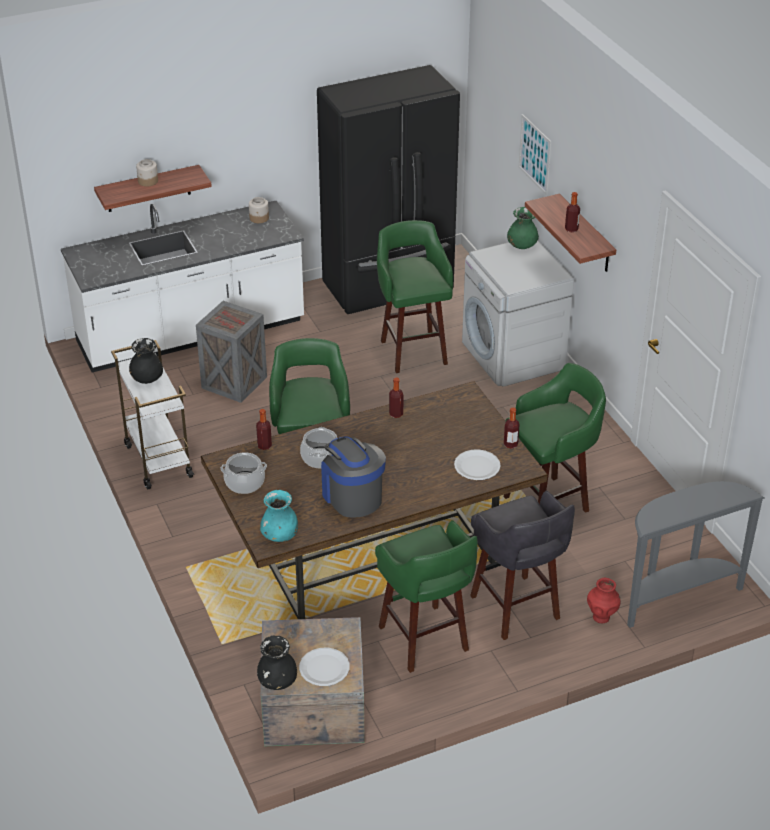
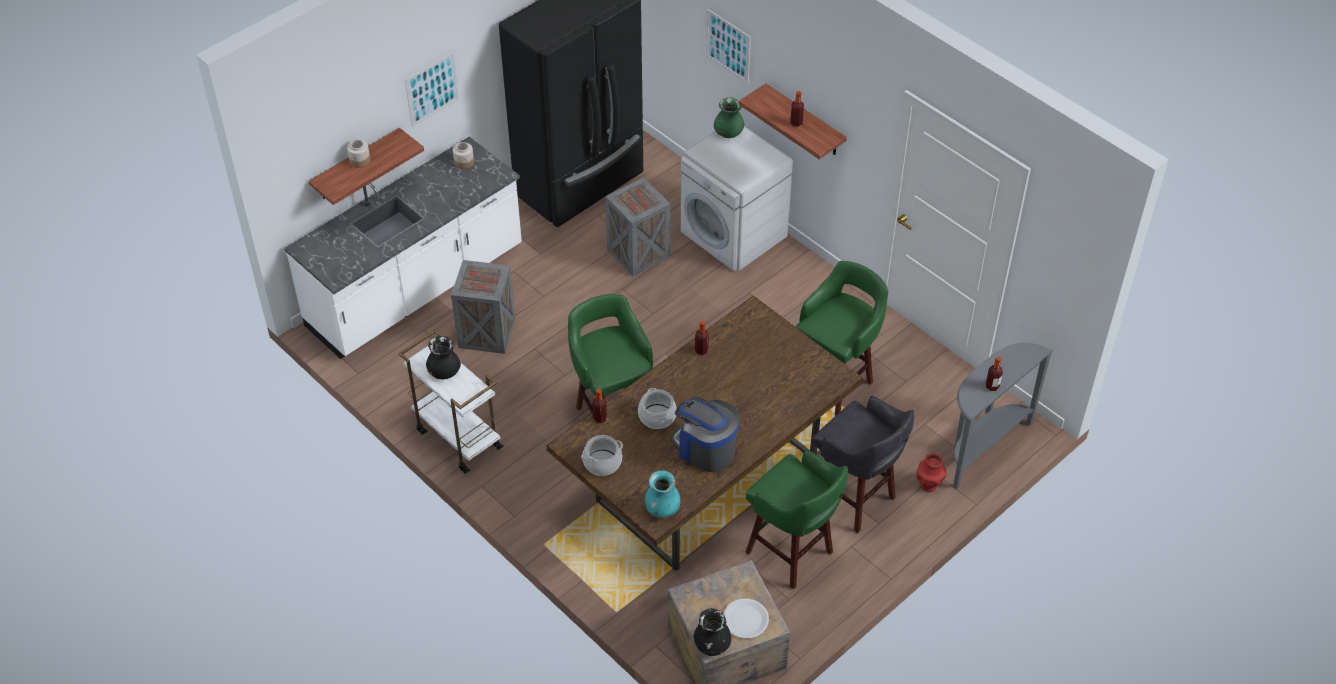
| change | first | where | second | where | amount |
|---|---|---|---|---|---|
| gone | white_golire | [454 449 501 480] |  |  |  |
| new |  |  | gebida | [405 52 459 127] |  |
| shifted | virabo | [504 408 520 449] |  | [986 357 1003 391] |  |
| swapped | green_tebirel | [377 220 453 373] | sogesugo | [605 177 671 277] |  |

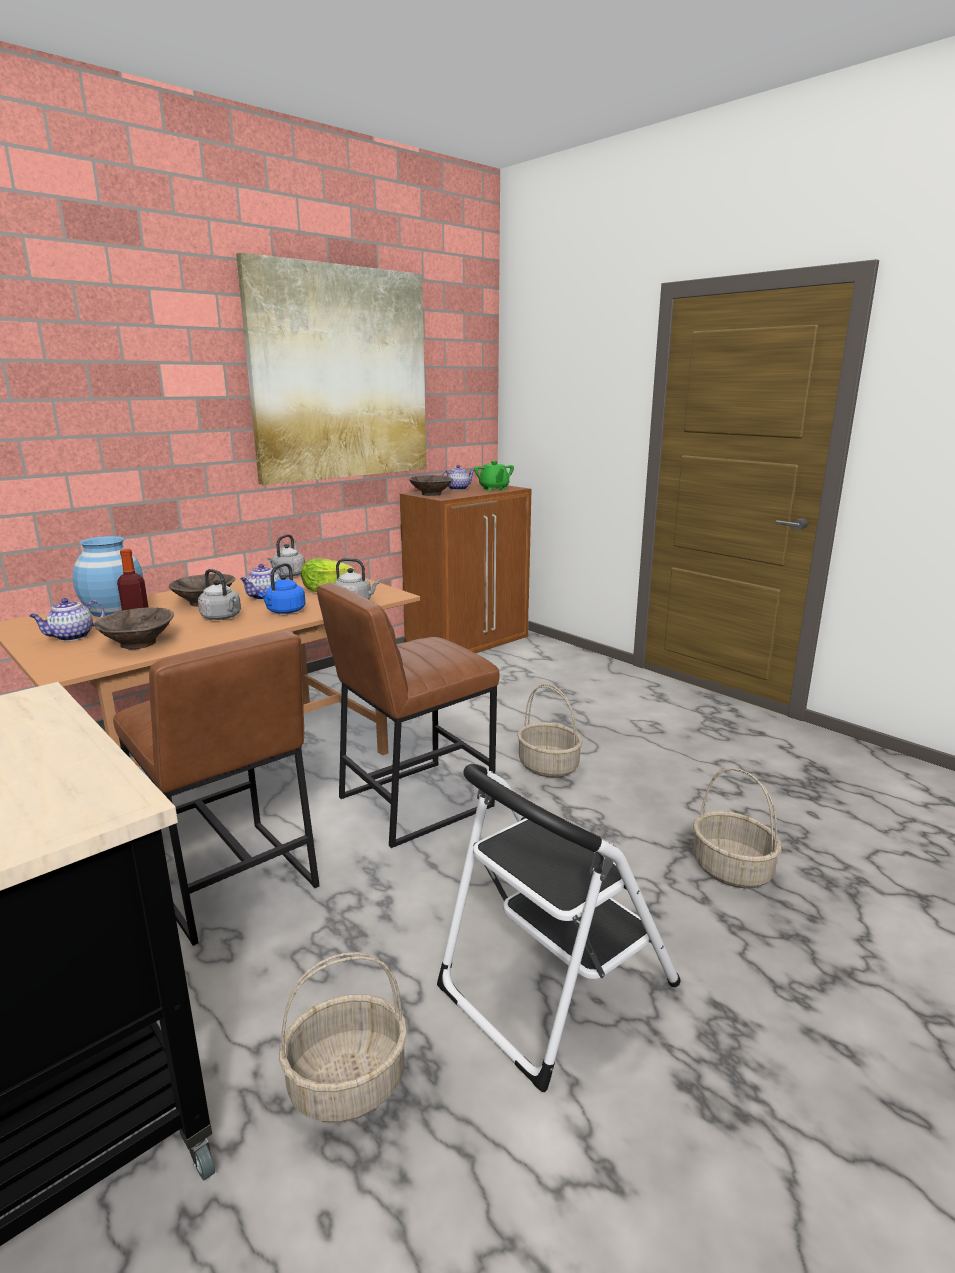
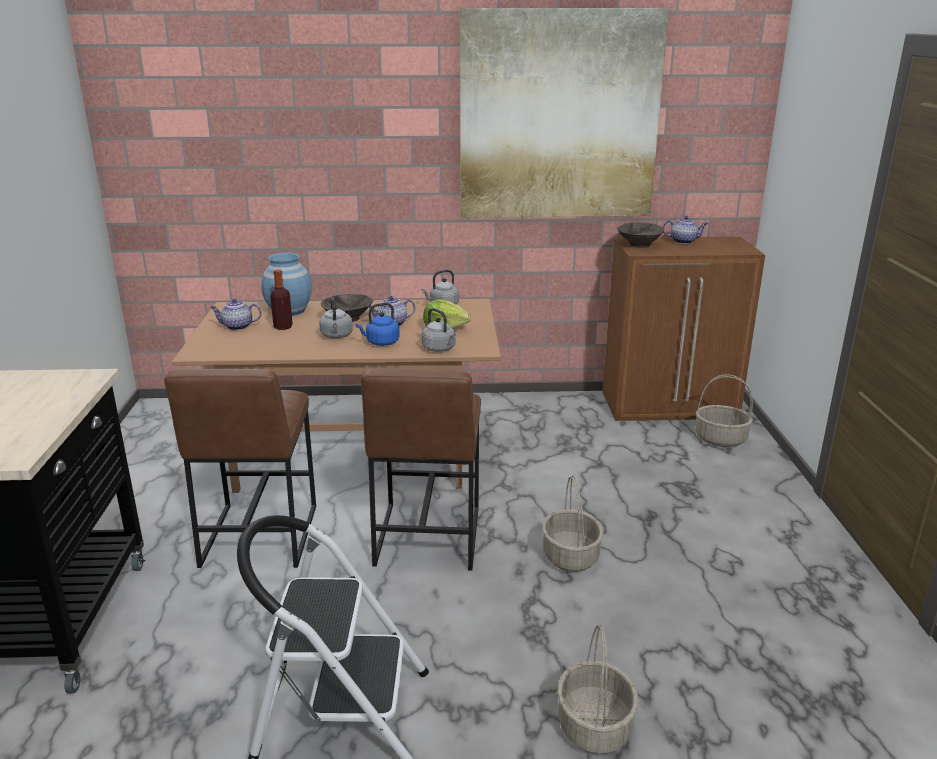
| change | first | where | second | where | amount |
|---|---|---|---|---|---|
| gone | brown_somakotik | [94 607 174 649] |  |  |  |
| gone | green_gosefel | [474 461 514 491] |  |  |  |
| shifted | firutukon | [279 952 408 1123] |  | [695 374 753 447] |  |
| rotated | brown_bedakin | [317 583 500 848] |  | [361 369 481 571] | 90 degrees counterclockwise |

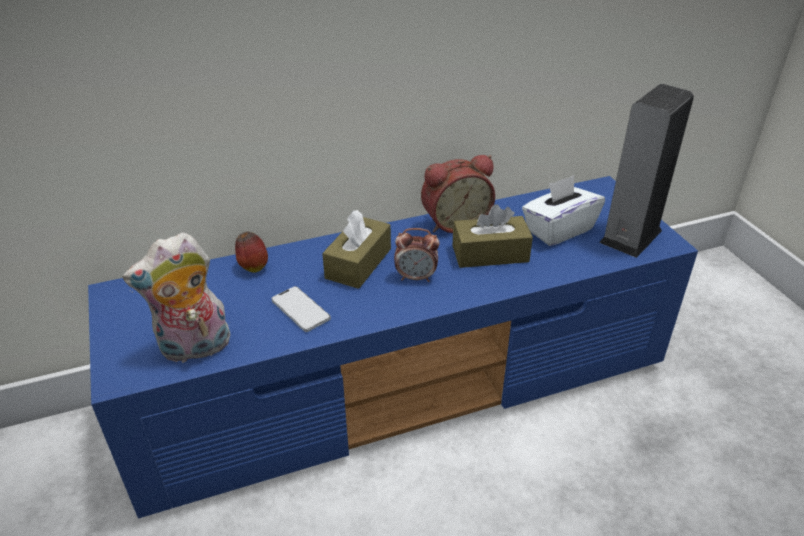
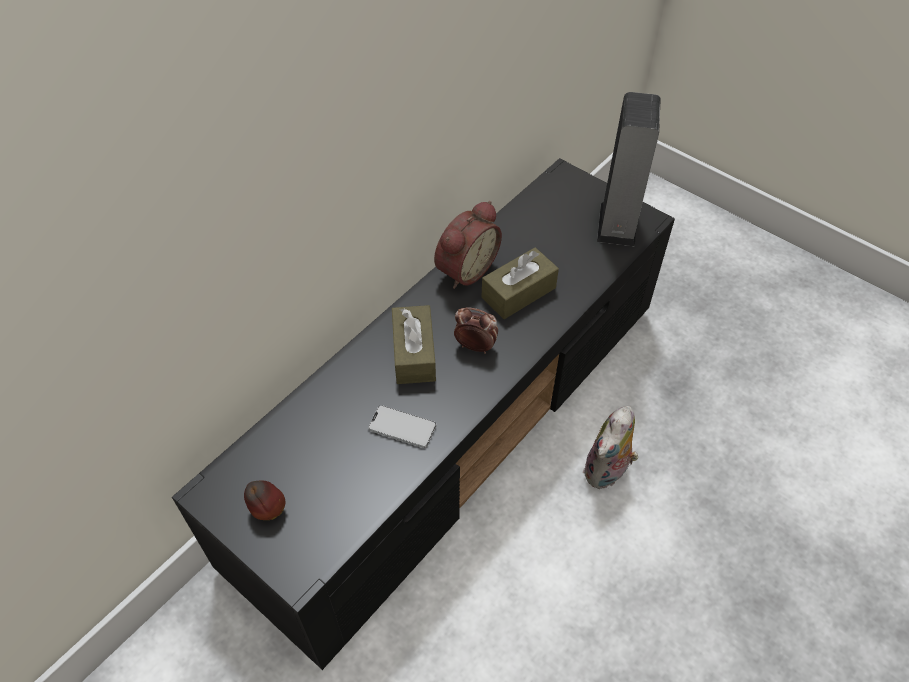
| change | first | where | second | where | amount |
|---|---|---|---|---|---|
| gone | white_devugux | [522 175 605 246] |  |  |  |
| shifted | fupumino | [122 232 230 364] |  | [583 406 638 489] |  |
| shifted | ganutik | [235 232 268 273] |  | [244 481 286 520] |  |
| repainted | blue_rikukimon | [88 176 698 519] | black_rikukimon | [172 158 675 670] |  |
| rotated | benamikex | [394 228 440 282] |  | [454 307 498 354] | 135 degrees counterclockwise |

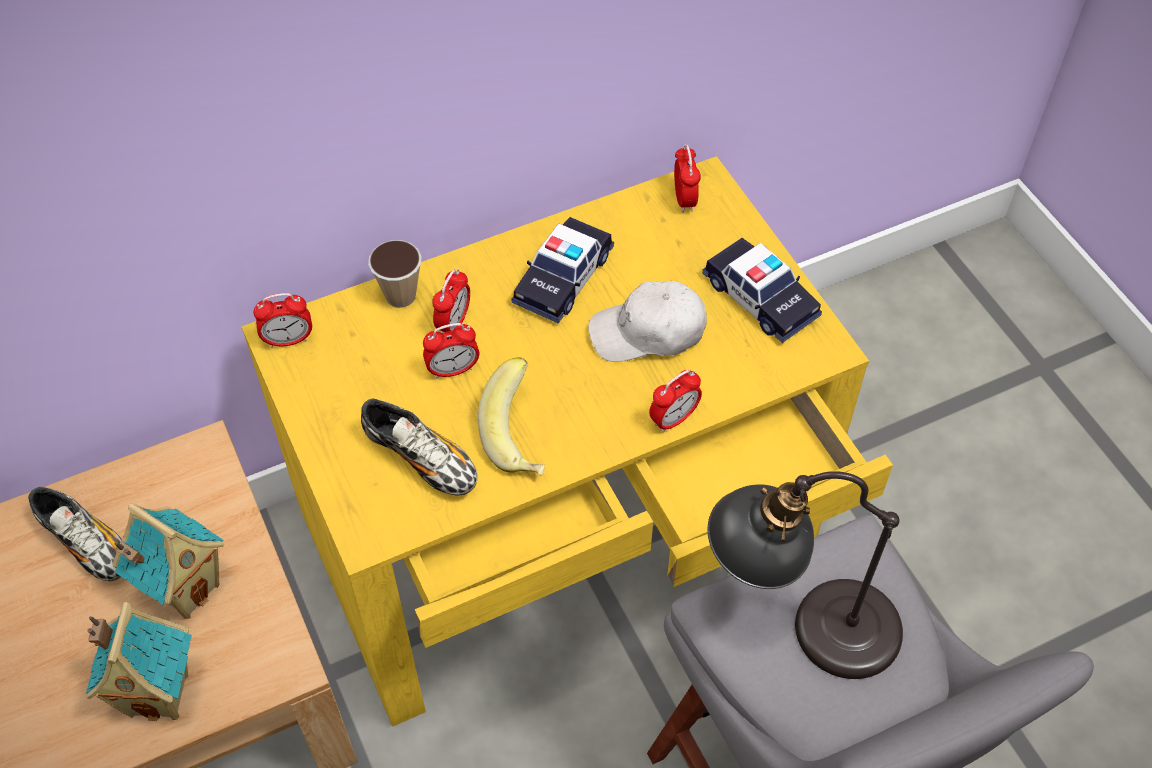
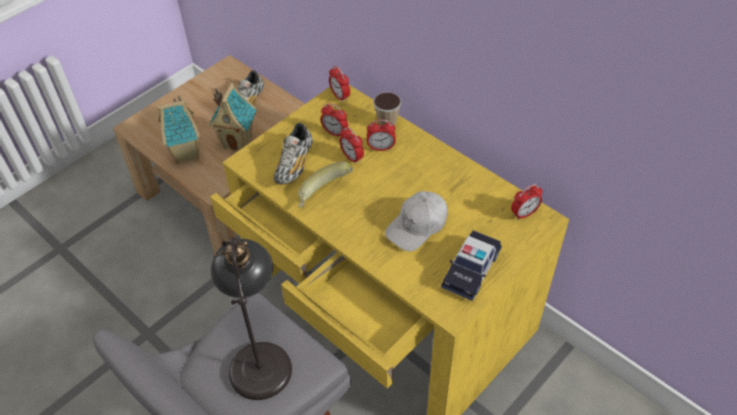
| change | first | where | second | where | amount |
|---|---|---|---|---|---|
| gone | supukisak | [512 217 614 324] |  |  |  |
| shifted | benamikex | [649 370 702 433] |  | [321 103 348 137] |  |
| rotated | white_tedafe | [588 281 707 362] |  | [385 191 448 251] | 105 degrees counterclockwise |

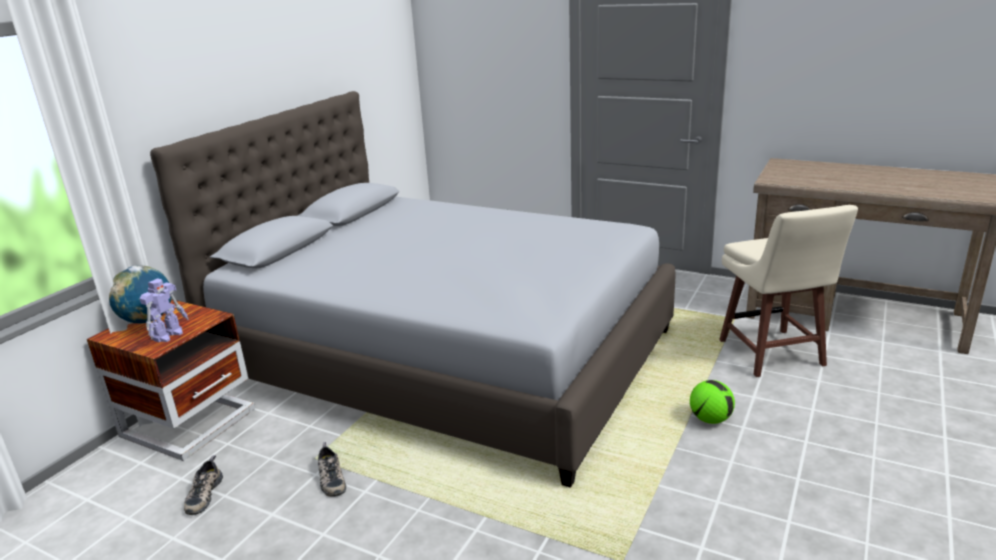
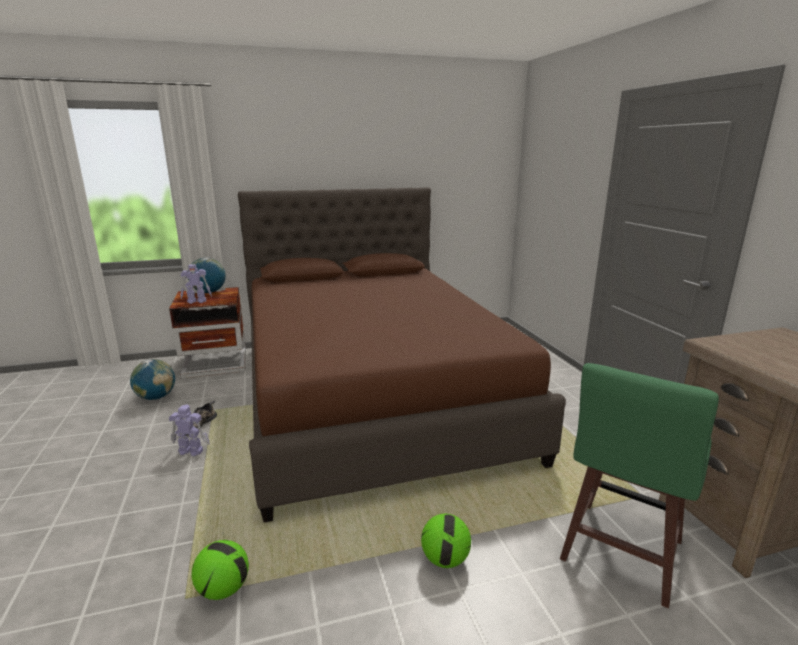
| change | first | where | second | where | amount |
|---|---|---|---|---|---|
| new |  |  | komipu | [169 405 210 456] |  |
| new |  |  | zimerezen | [192 540 249 600] |  |
| swapped | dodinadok | [184 455 223 515] | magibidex | [130 359 175 400] |  |
| repainted | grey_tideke | [150 91 676 488] | brown_tideke | [238 187 566 523] |  |
| repainted | beige_tebirel | [719 205 858 377] | green_tebirel | [560 363 719 609] |  |

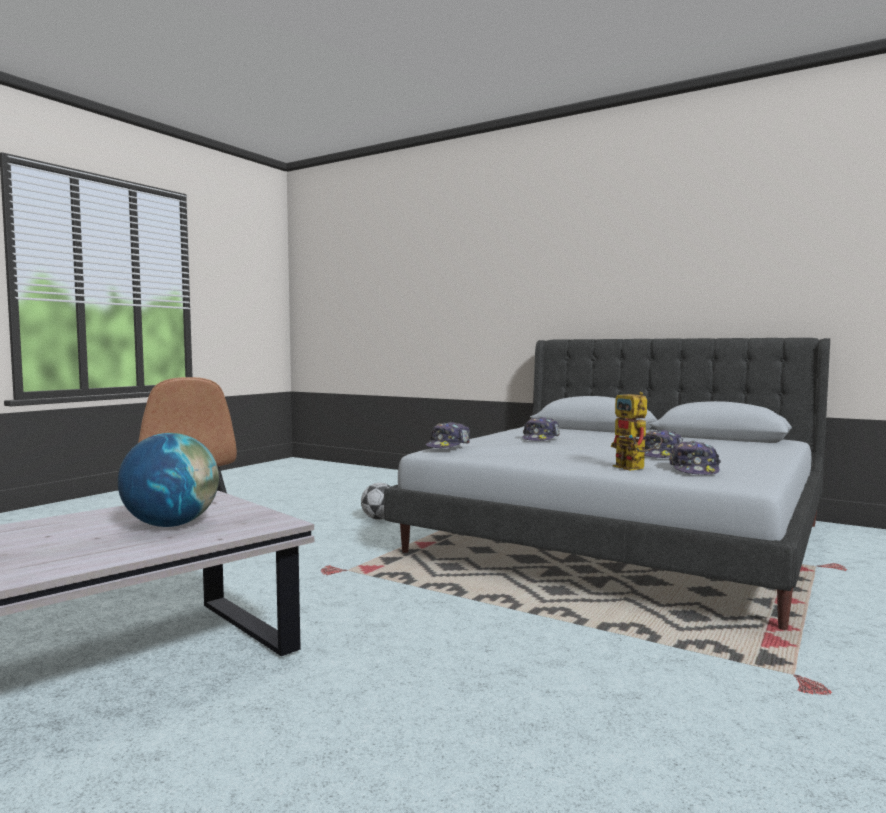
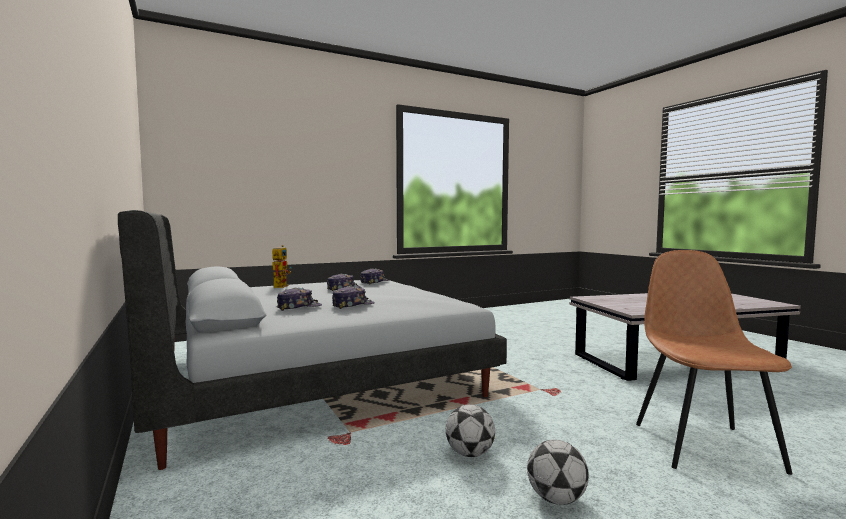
| change | first | where | second | where | amount |
|---|---|---|---|---|---|
| gone | magibidex | [118 433 219 527] |  |  |  |
| new |  |  | zimerezen | [527 440 589 505] |  |
| shifted | tedafe | [426 422 470 448] |  | [276 288 322 311] |  |
| shifted | komipu | [611 392 662 471] |  | [272 245 291 288] |  |

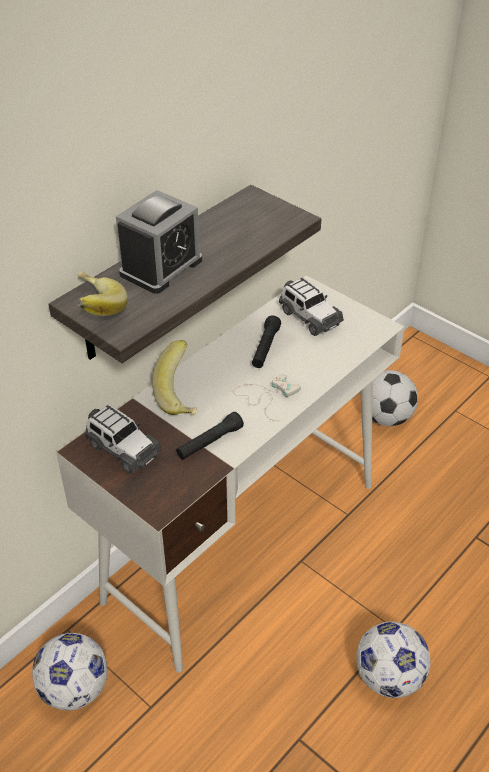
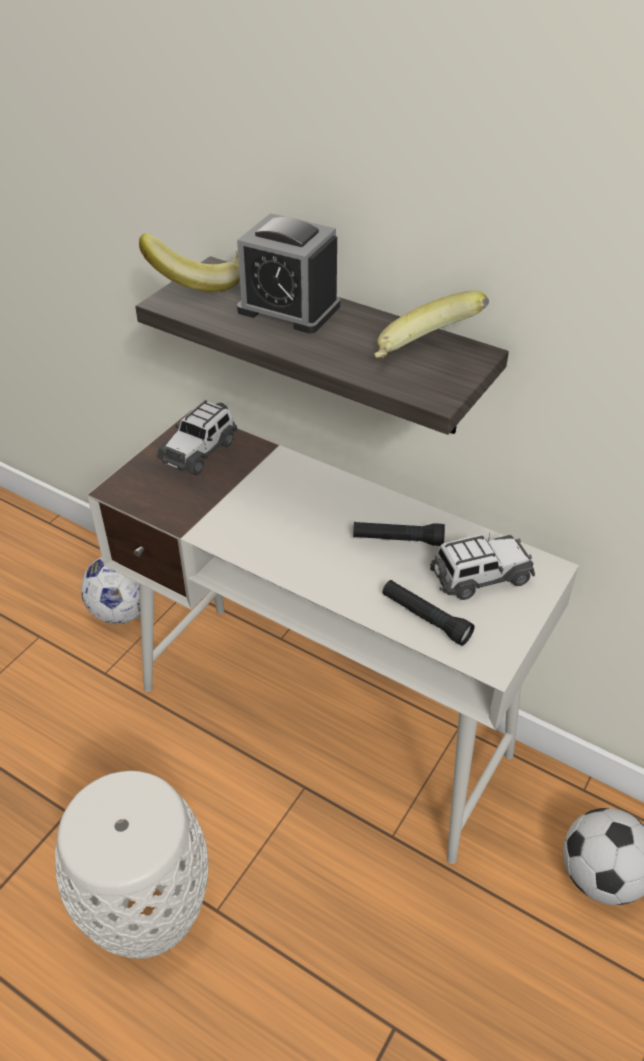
| change | first | where | second | where | amount |
|---|---|---|---|---|---|
| gone | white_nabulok | [233 374 301 421] |  |  |  |
| shifted | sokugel | [152 340 196 415] |  | [374 290 489 358] |  |
| shifted | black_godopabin | [176 412 244 460] |  | [382 580 475 646] |  |
| swapped | zimerezen | [356 621 430 698] | white_tebirel | [55 771 209 959] |  |
| rotated | supukisak | [279 278 344 336] |  | [430 534 535 600] | 150 degrees counterclockwise |

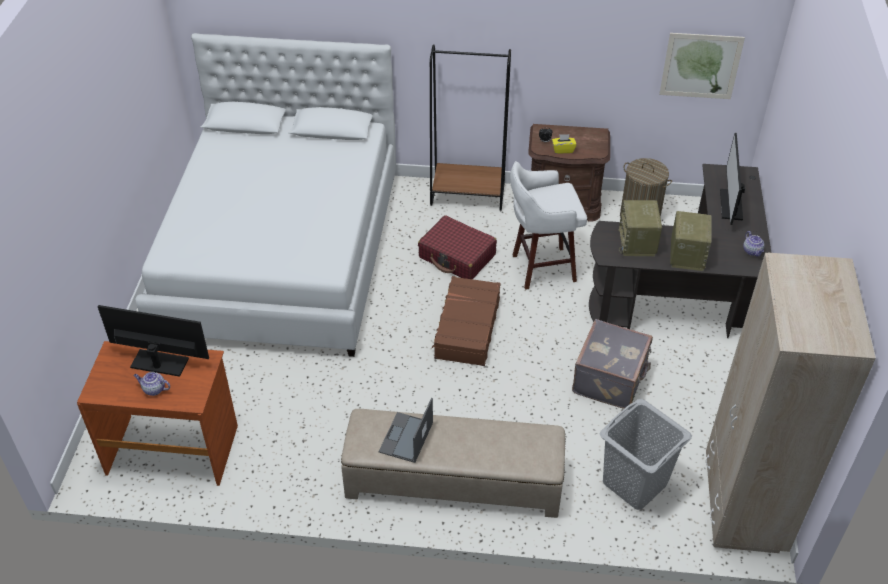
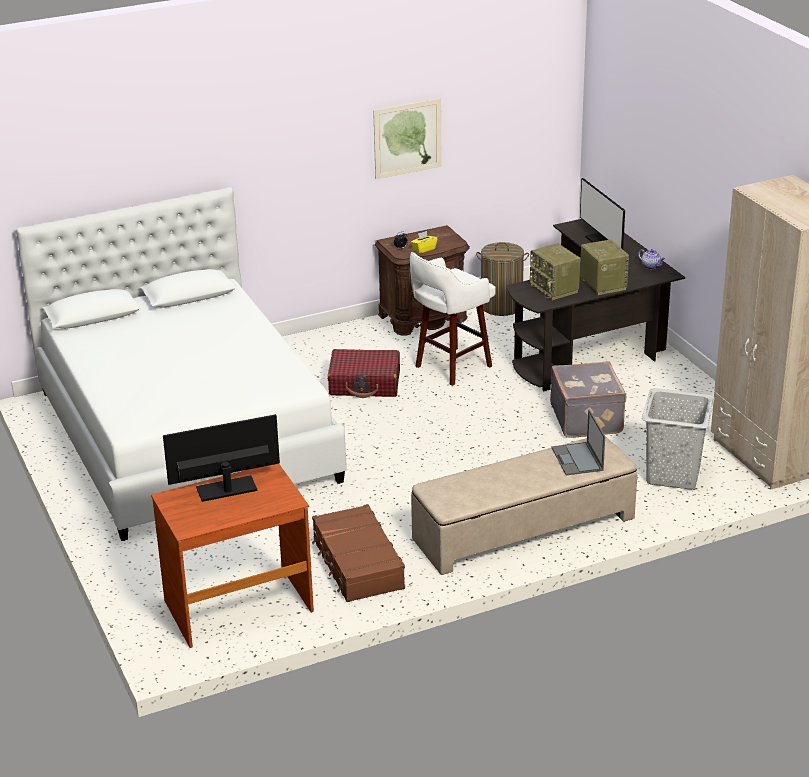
| change | first | where | second | where | amount |
|---|---|---|---|---|---|
| gone | gosefel | [133 372 170 396] |  |  |  |
| gone | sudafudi | [430 44 511 211] |  |  |  |
| shifted | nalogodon | [378 398 433 463] |  | [551 409 605 475] |  |
| shifted | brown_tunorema | [432 276 501 366] |  | [312 504 405 602] |  |
| shifted | gebida | [659 33 745 99] |  | [373 98 442 179] |  |

